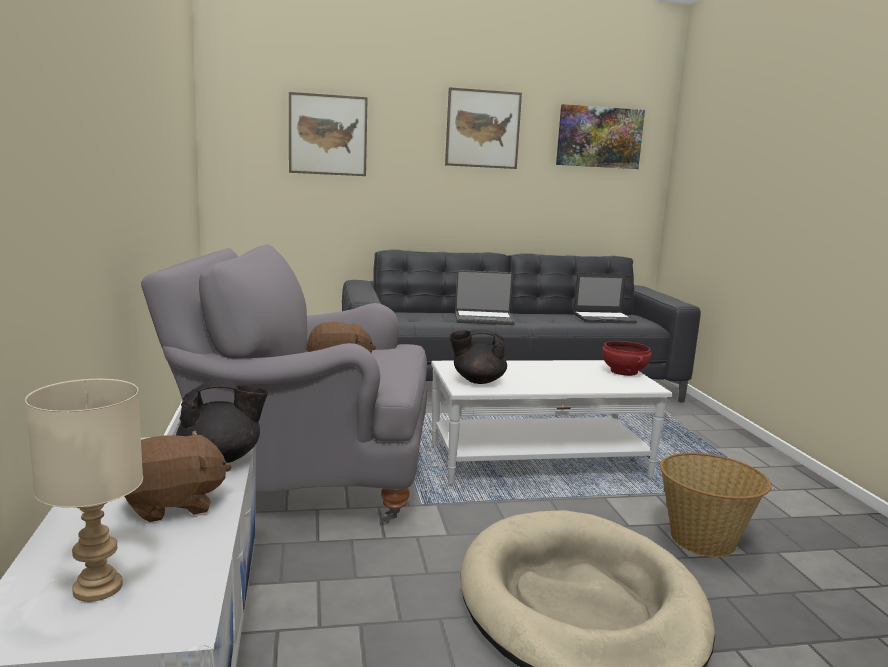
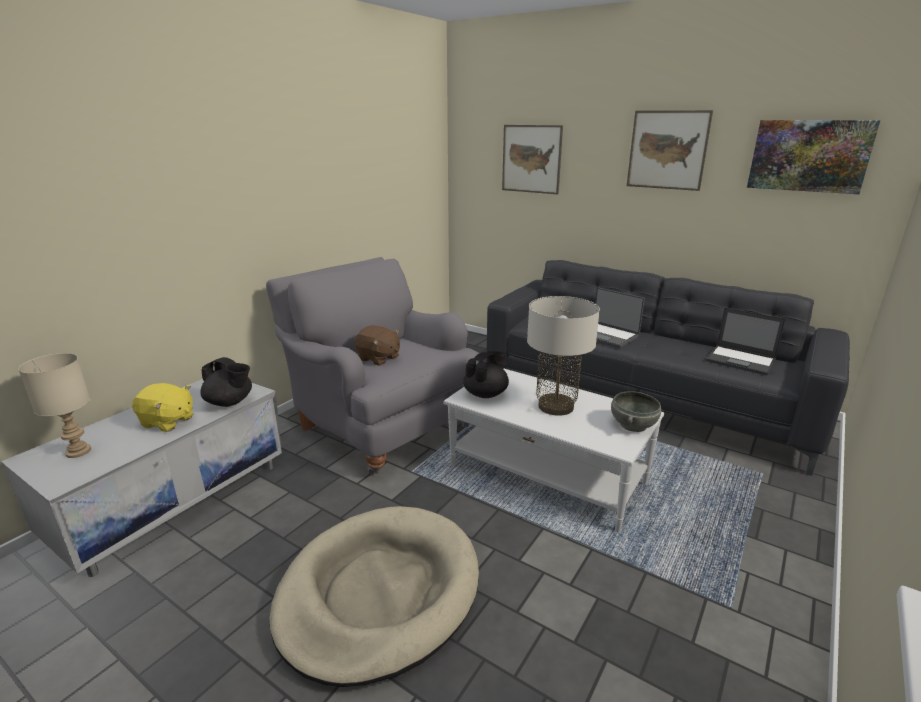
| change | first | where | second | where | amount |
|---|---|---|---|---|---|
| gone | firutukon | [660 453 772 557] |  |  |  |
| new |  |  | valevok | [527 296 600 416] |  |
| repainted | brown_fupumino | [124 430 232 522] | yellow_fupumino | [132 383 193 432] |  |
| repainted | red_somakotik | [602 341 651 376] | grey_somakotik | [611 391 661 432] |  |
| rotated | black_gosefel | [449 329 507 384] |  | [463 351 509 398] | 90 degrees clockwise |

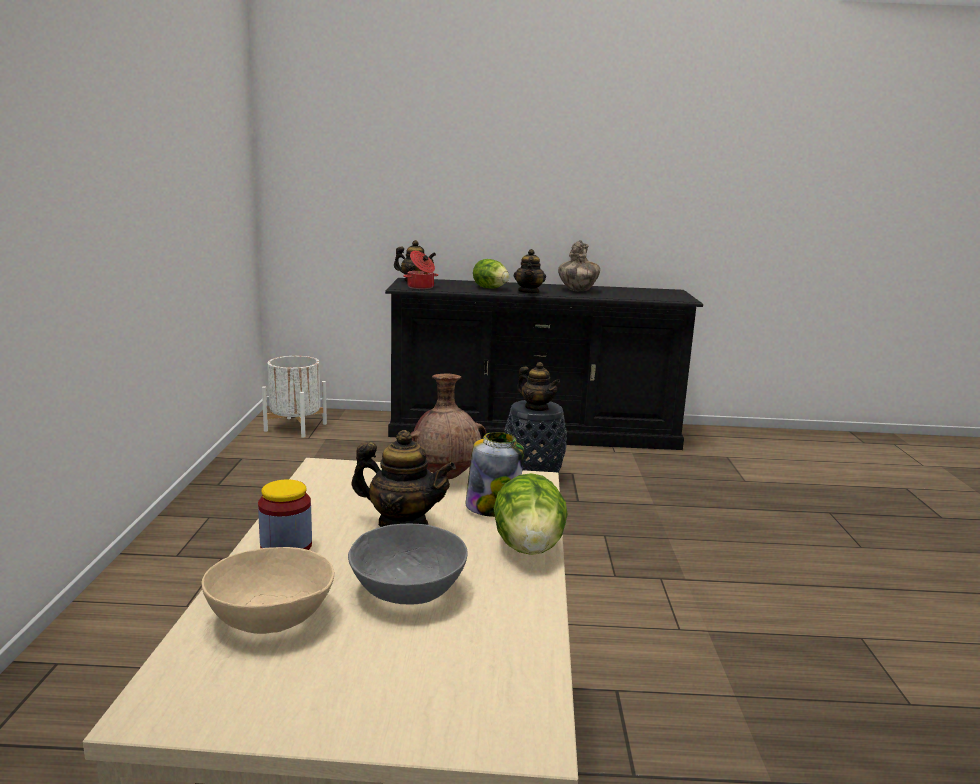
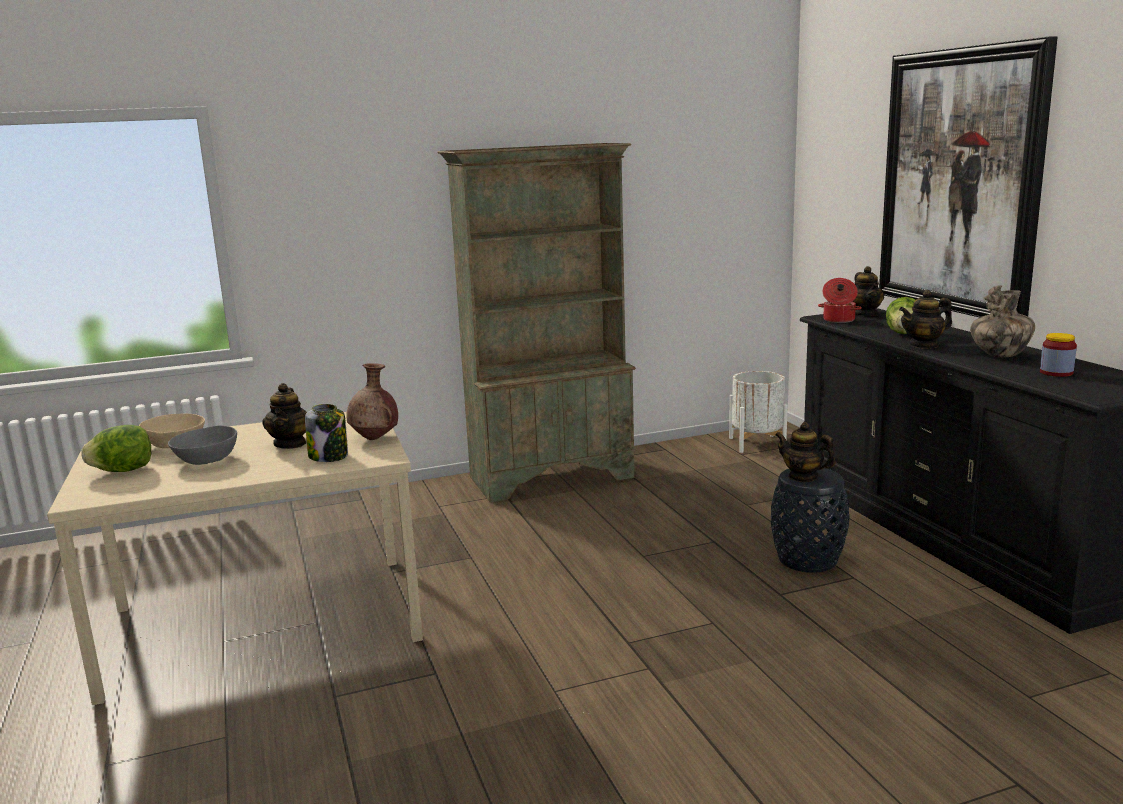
| change | first | where | second | where | amount |
|---|---|---|---|---|---|
| new |  |  | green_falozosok | [437 143 636 503] |  |
| new |  |  | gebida | [879 37 1058 318] |  |
| shifted | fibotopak | [258 480 312 550] |  | [1040 333 1077 377] |  |
| shifted | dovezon | [494 473 568 555] |  | [81 425 151 472] |  |
| rotated | gosefel | [517 362 560 411] |  | [775 422 836 482] | 105 degrees clockwise |

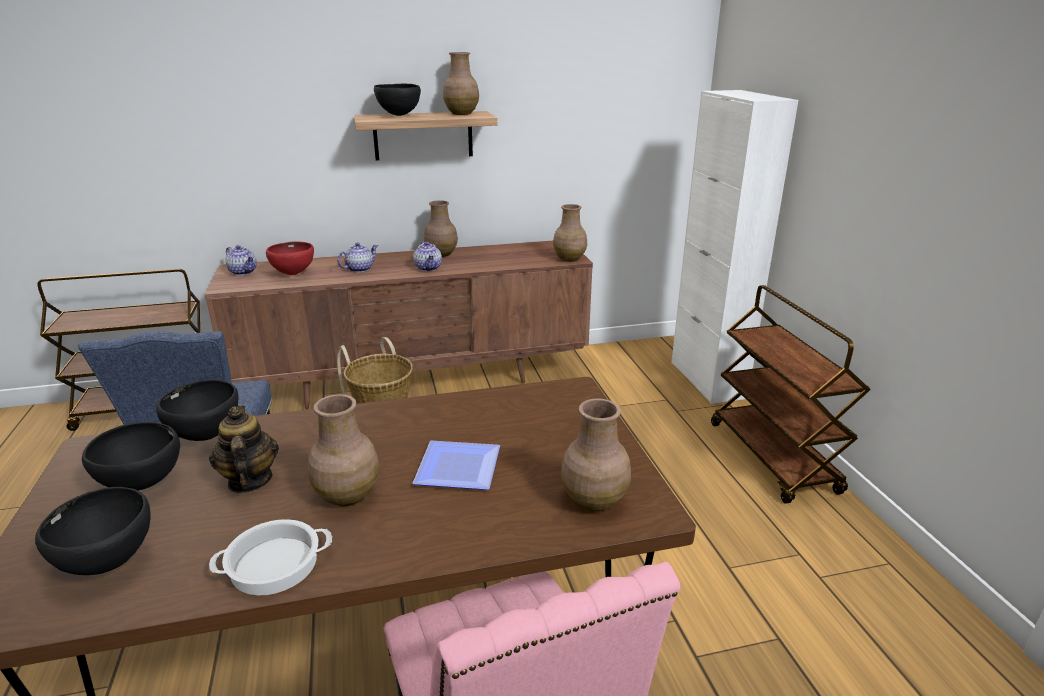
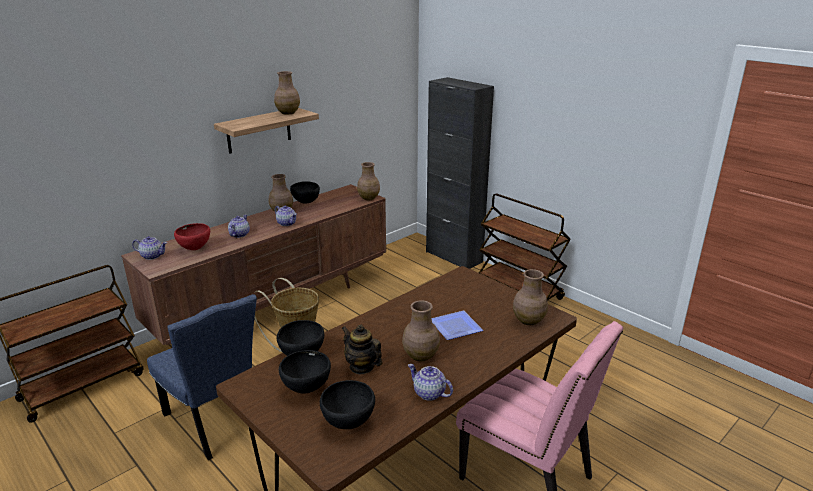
| change | first | where | second | where | amount |
|---|---|---|---|---|---|
| shifted | black_somakotik | [374 84 421 116] |  | [290 181 320 204] |  |
| swapped | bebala | [209 519 332 595] | gosefel | [408 364 453 401] |  |
| repainted | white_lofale | [671 90 798 404] | black_lofale | [426 77 494 269] |  |

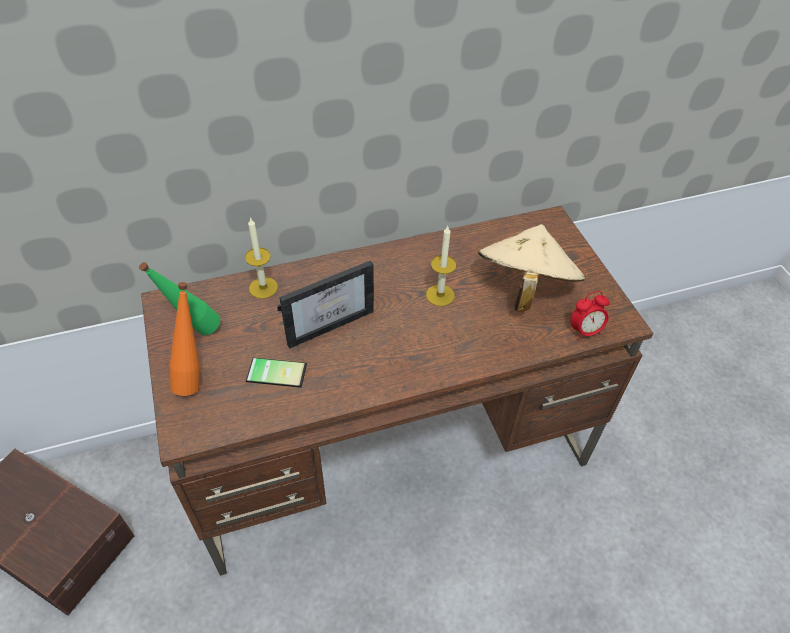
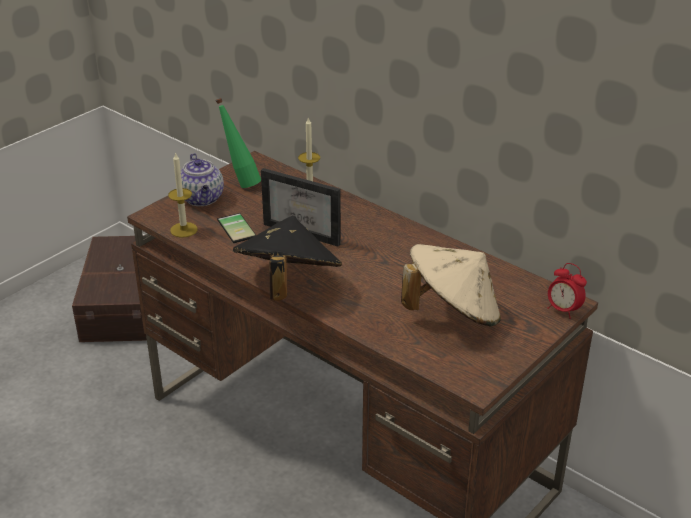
| change | first | where | second | where | amount |
|---|---|---|---|---|---|
| new |  |  | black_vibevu | [233 216 342 301] |  |
| shifted | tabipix | [426 226 456 306] |  | [168 152 198 238] |  |
| shifted | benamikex | [570 291 610 340] |  | [548 263 587 319] |  |
| swapped | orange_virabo | [170 282 200 396] | gosefel | [181 153 224 206] |  |

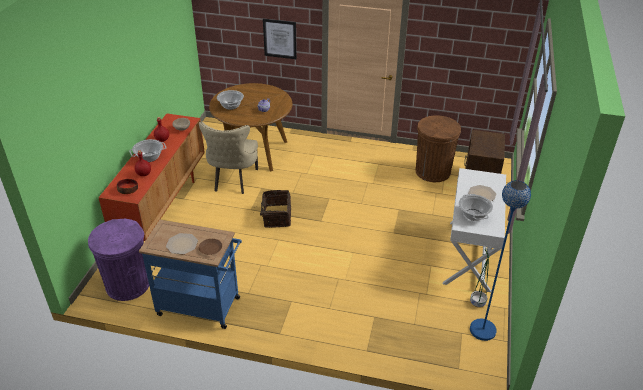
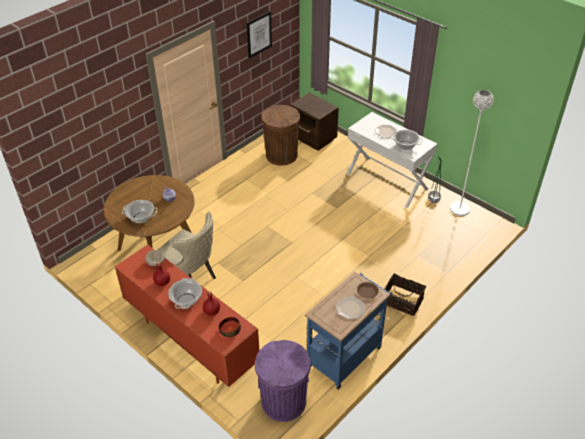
| change | first | where | second | where | amount |
|---|---|---|---|---|---|
| shifted | firutukon | [253 190 291 228] |  | [385 274 426 316] |  |
| shifted | gebida | [263 19 297 59] |  | [246 11 272 59] |  |
| repainted | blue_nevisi | [470 180 531 341] | white_nevisi | [450 90 494 216] |  |

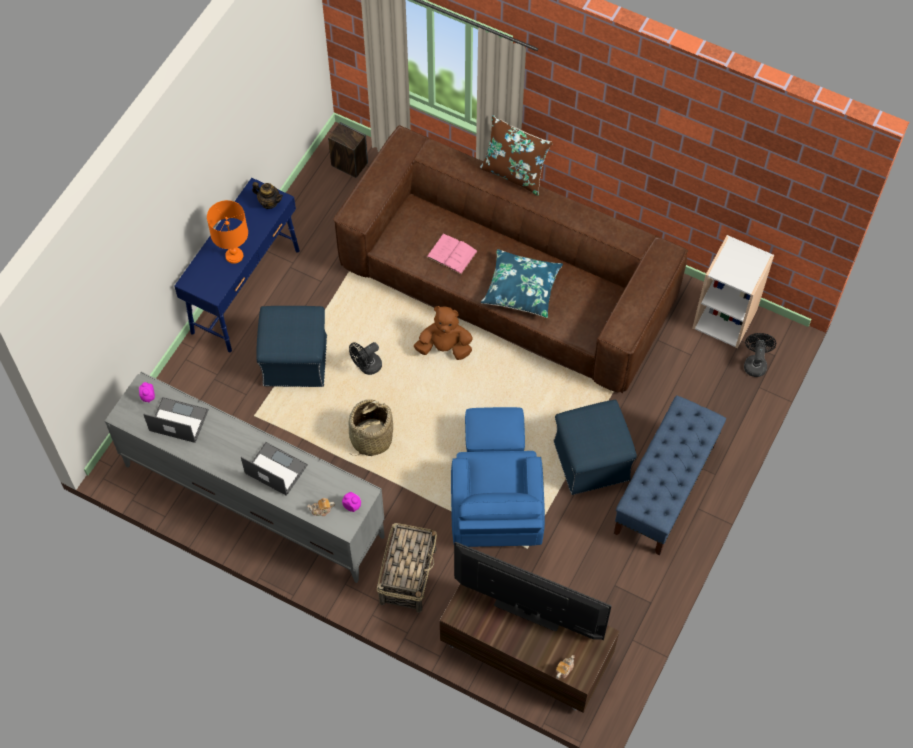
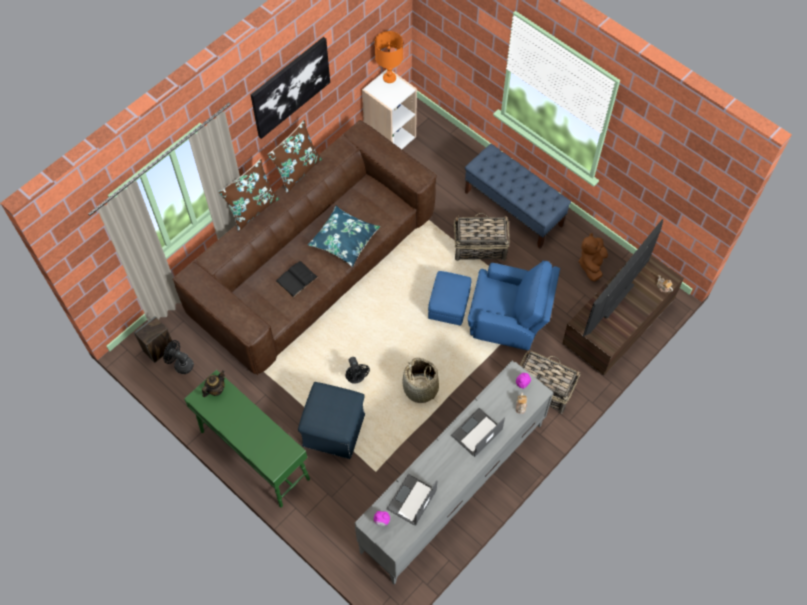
| change | first | where | second | where | amount |
|---|---|---|---|---|---|
| new |  |  | gebida | [251 37 330 139] |  |
| new |  |  | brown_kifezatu | [267 120 322 193] |  |
| shifted | orange_valevok | [207 200 248 264] |  | [375 31 403 83] |  |
| shifted | brown_fupumino | [414 306 473 360] |  | [579 233 608 281] |  |
| shifted | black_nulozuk | [744 333 776 377] |  | [163 340 194 374] |  |
| swapped | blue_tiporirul | [553 400 637 495] | firutukon | [453 213 509 261] |  |
| repainted | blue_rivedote | [174 178 300 352] | green_rivedote | [184 370 310 508] |  |
| repainted | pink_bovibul | [426 234 478 275] | black_bovibul | [276 261 318 297] |  |

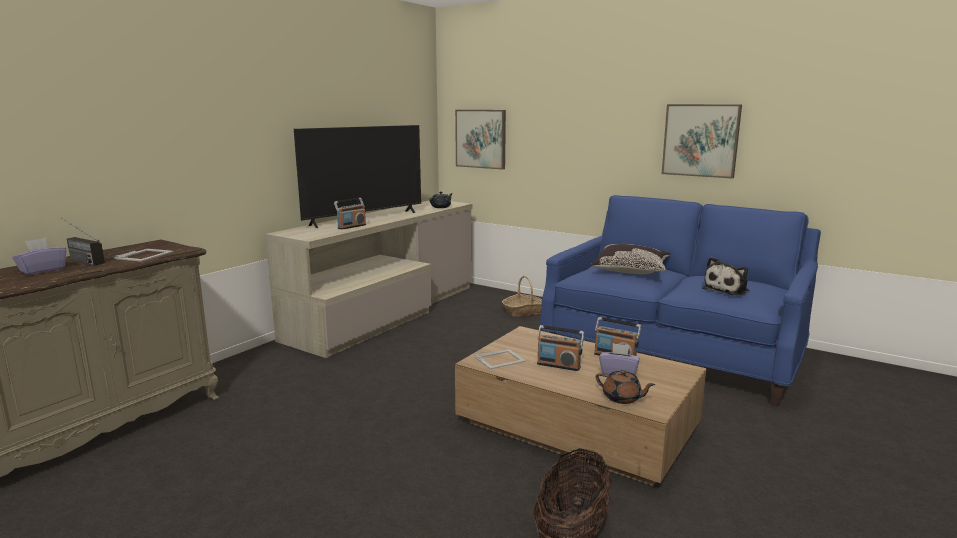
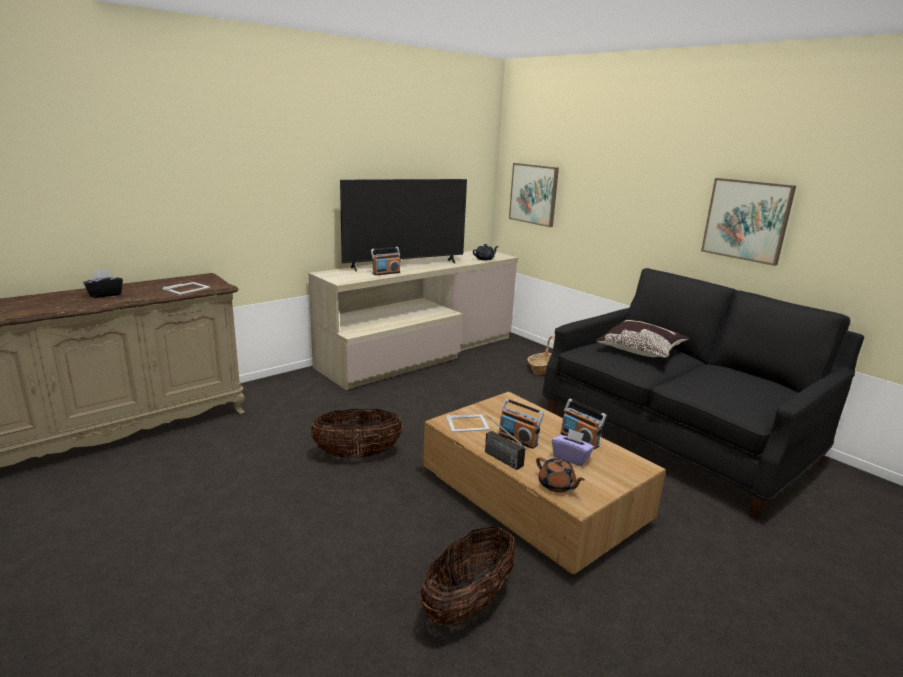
| change | first | where | second | where | amount |
|---|---|---|---|---|---|
| gone | fupumino | [702 257 749 296] |  |  |  |
| new |  |  | firutukon | [311 409 403 458] |  |
| shifted | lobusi | [61 218 105 266] |  | [477 407 525 470] |  |
| repainted | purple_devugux | [12 238 67 275] | black_devugux | [83 269 123 298] |  |
| repainted | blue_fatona | [540 195 821 407] | black_fatona | [542 268 864 519] |  |

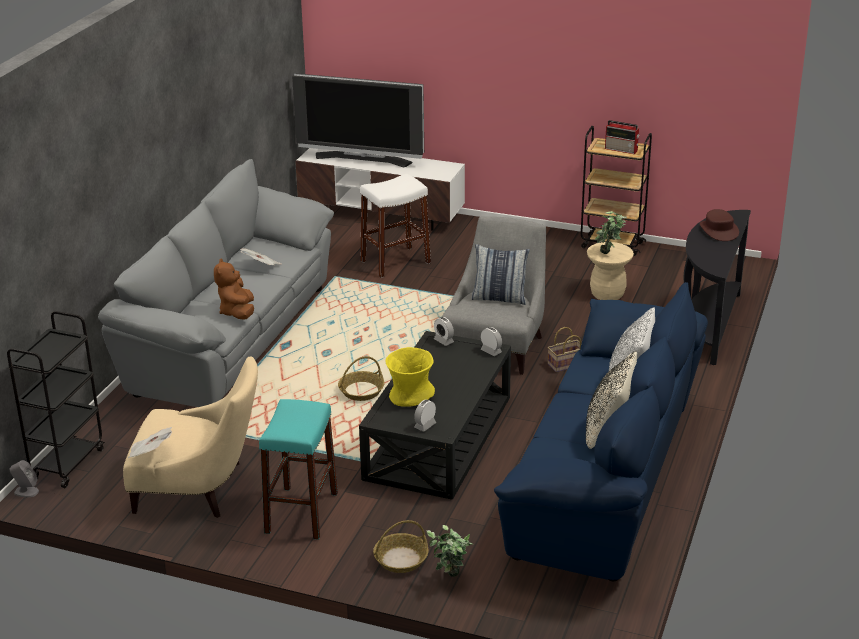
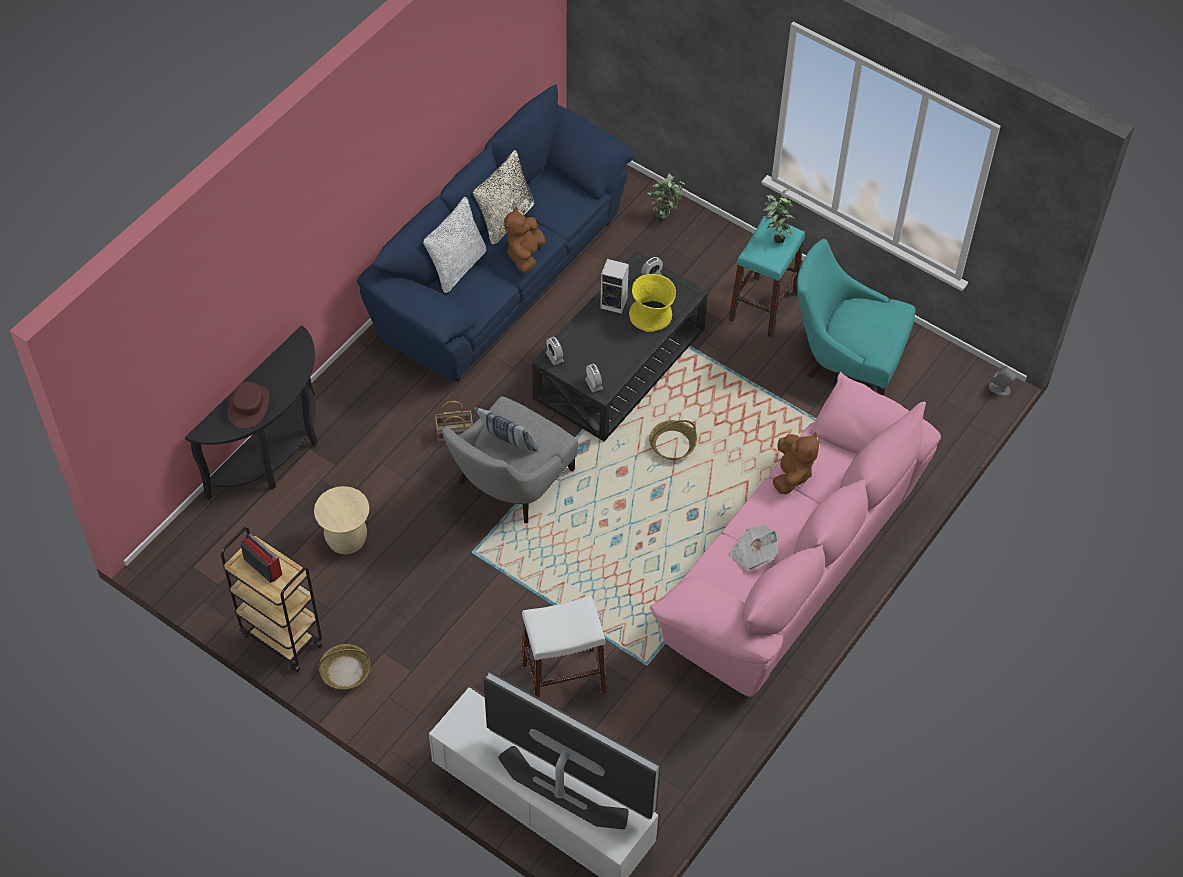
| change | first | where | second | where | amount |
|---|---|---|---|---|---|
| gone | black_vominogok | [7 311 105 488] |  |  |  |
| gone | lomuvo | [128 427 172 458] |  |  |  |
| new |  |  | brown_fupumino | [504 207 546 273] |  |
| new |  |  | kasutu | [600 259 629 314] |  |
| shifted | firutukon | [373 520 429 573] |  | [318 644 370 690] |  |
| shifted | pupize | [595 211 627 254] |  | [763 189 795 243] |  |
| repainted | grey_fatona | [98 159 334 407] | pink_fatona | [650 372 941 697] |  |
| repainted | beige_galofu | [123 357 258 518] | turquoise_galofu | [797 239 916 396] |  |

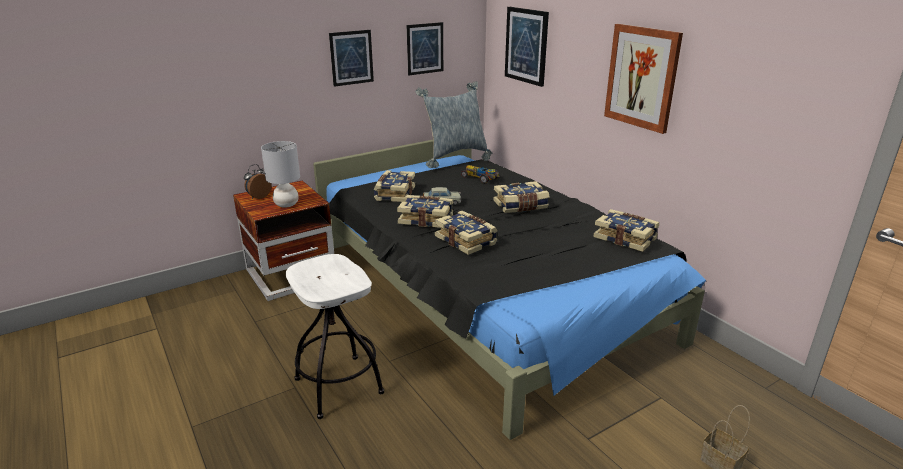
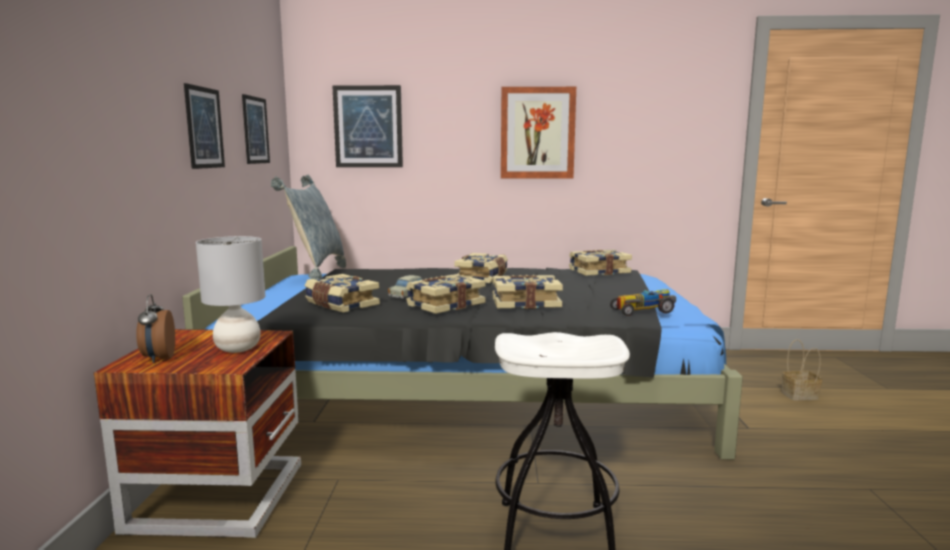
| change | first | where | second | where | amount |
|---|---|---|---|---|---|
| shifted | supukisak | [461 165 500 184] |  | [610 289 676 316] |  |

